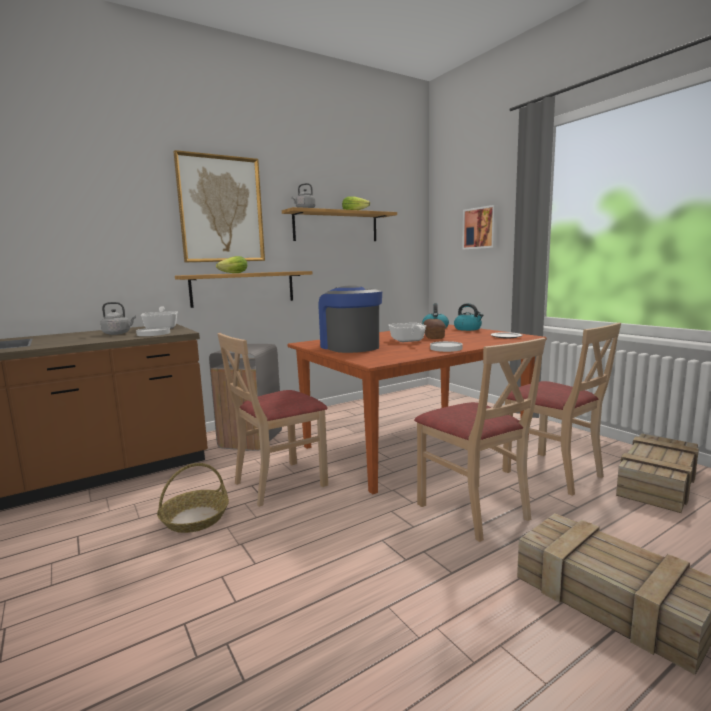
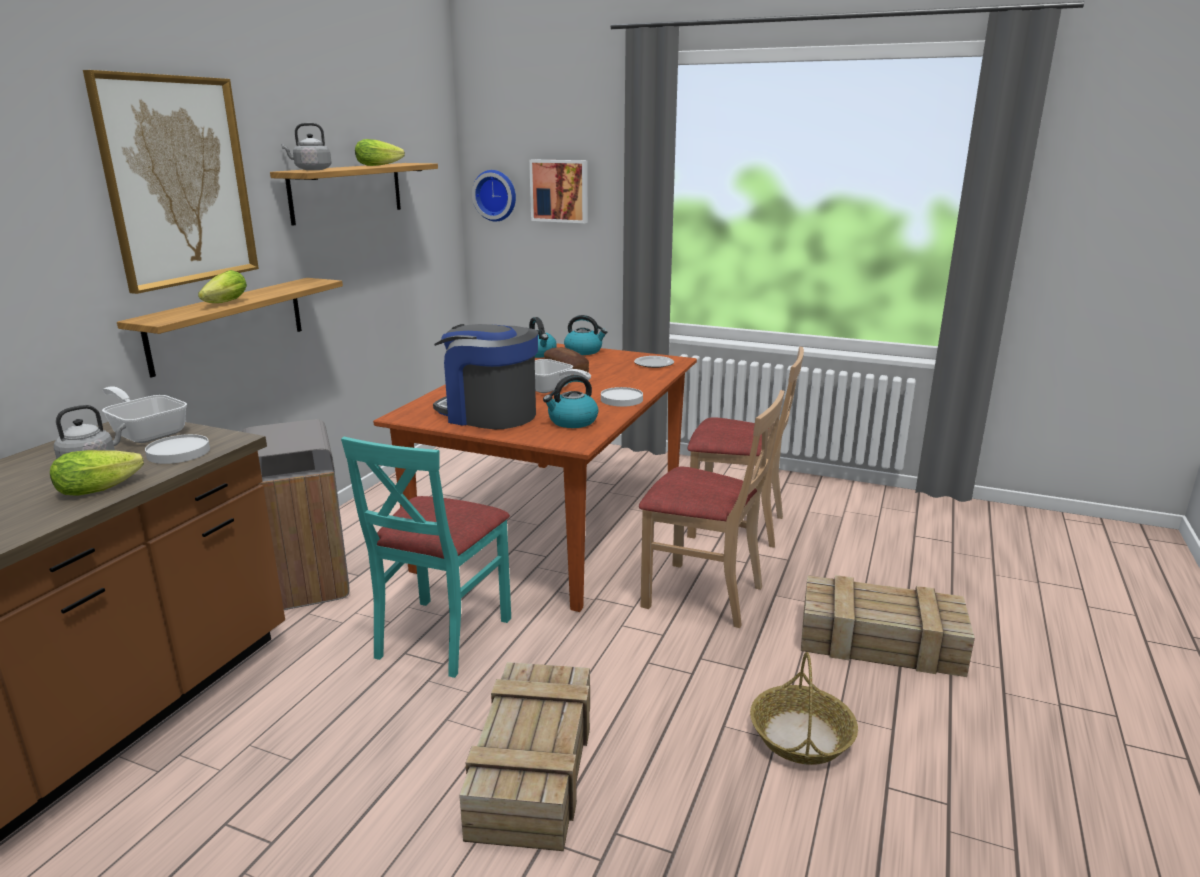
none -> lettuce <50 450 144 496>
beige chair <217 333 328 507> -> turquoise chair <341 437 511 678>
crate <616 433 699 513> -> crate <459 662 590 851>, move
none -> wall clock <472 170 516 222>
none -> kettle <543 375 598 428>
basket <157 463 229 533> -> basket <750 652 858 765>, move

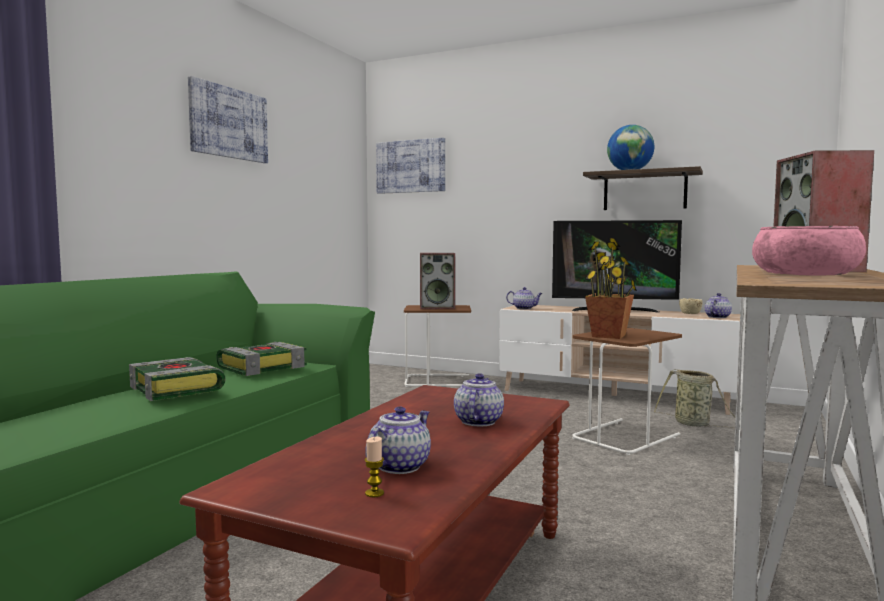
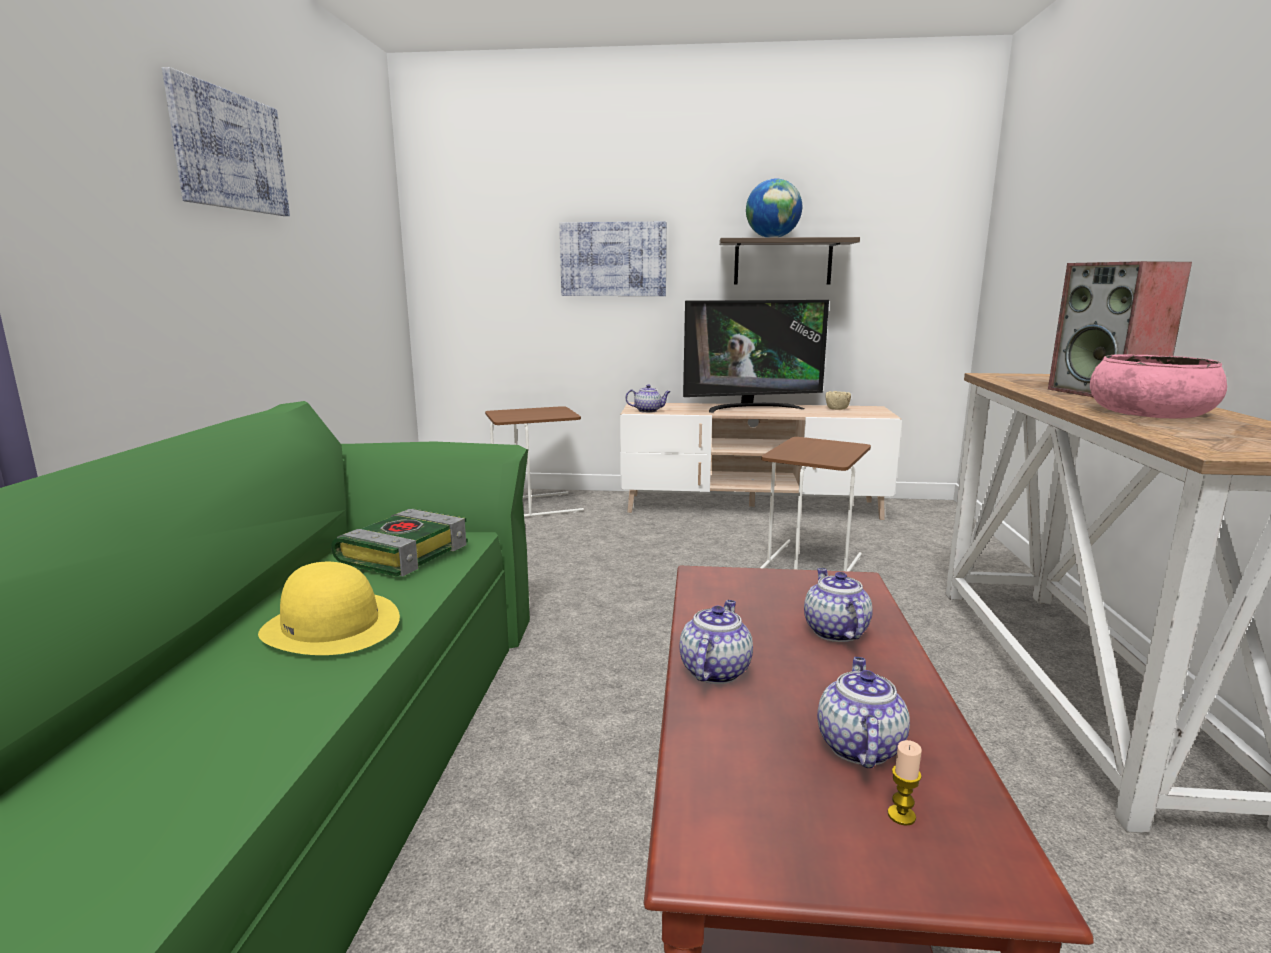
book <129 357 226 401> -> yellow hat <258 562 400 655>
picture <376 138 445 194> -> picture <560 222 667 296>, move
teapot <705 293 732 318> -> teapot <679 600 753 684>, move
speaker <420 253 455 309> -> none
potted plant <585 238 637 339> -> none
basket <654 369 736 428> -> none

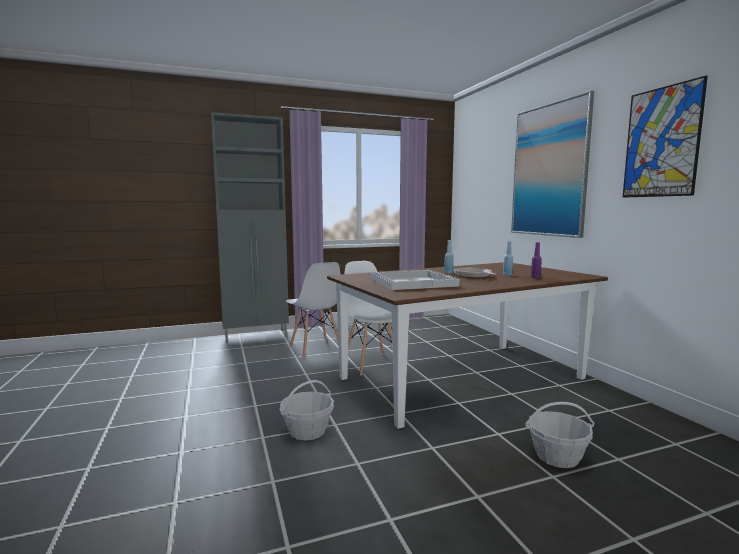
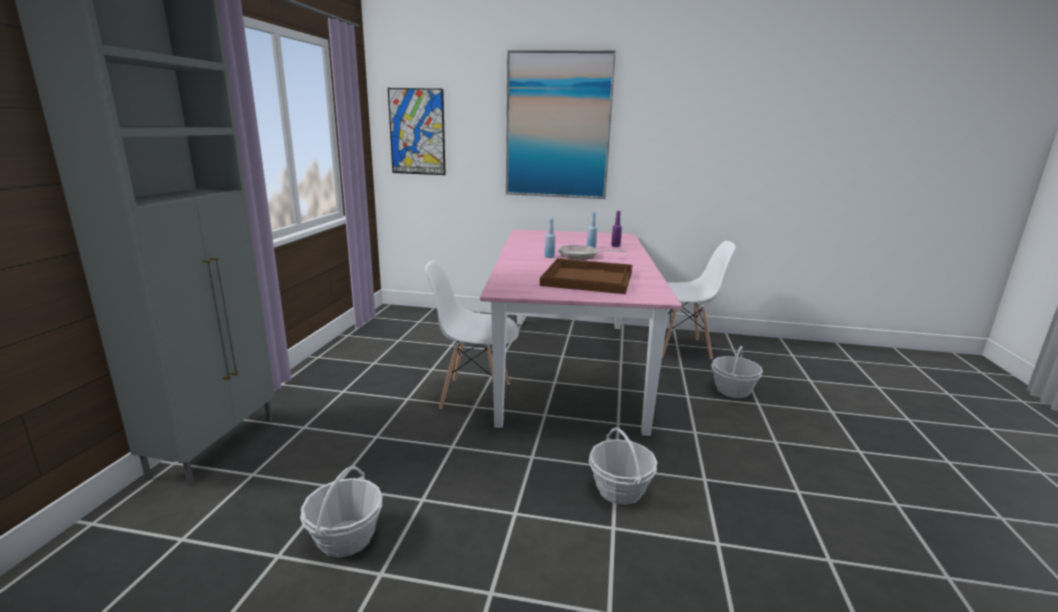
none -> basket <300 466 382 558>
picture <623 76 708 198> -> picture <388 88 446 175>, move
brown dining table <327 262 608 429> -> pink dining table <480 230 682 436>
white tray <370 270 460 290> -> brown tray <540 258 632 294>
white chair <286 262 341 359> -> white chair <662 241 735 359>, move

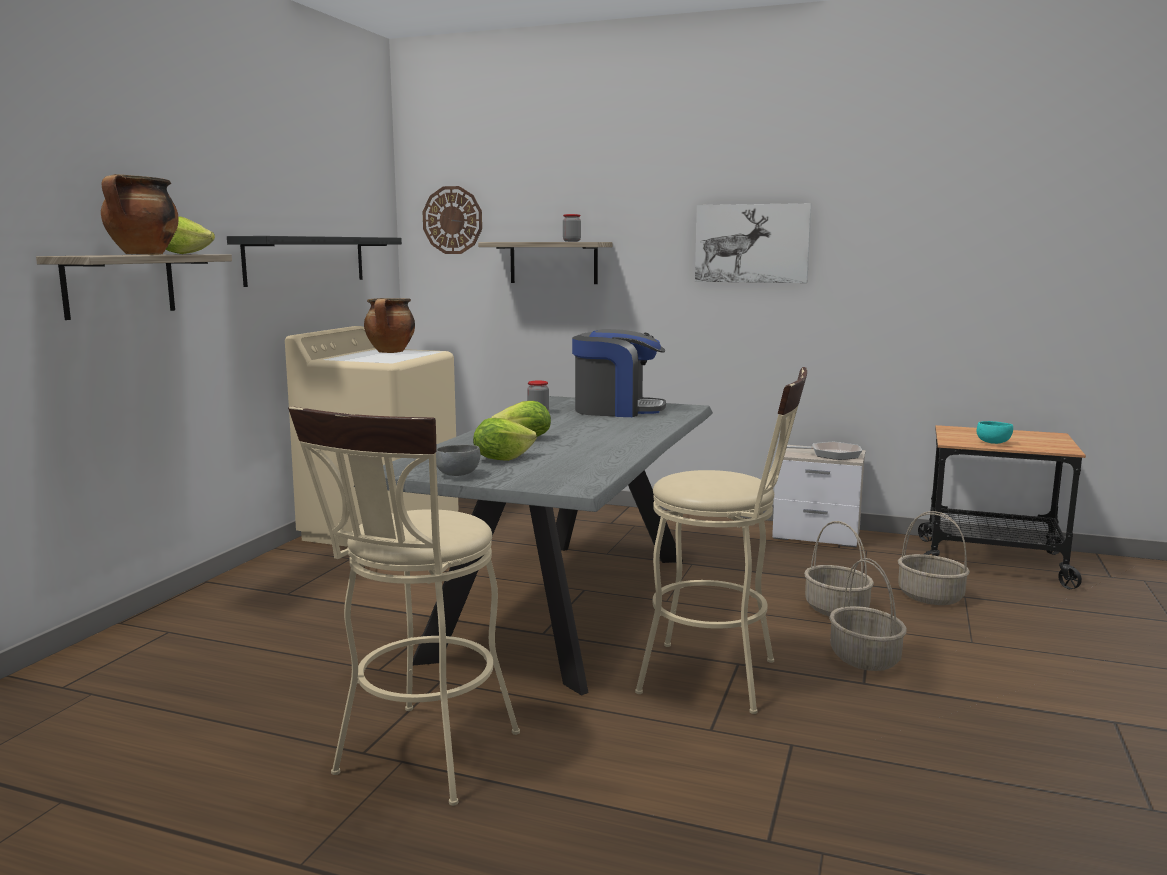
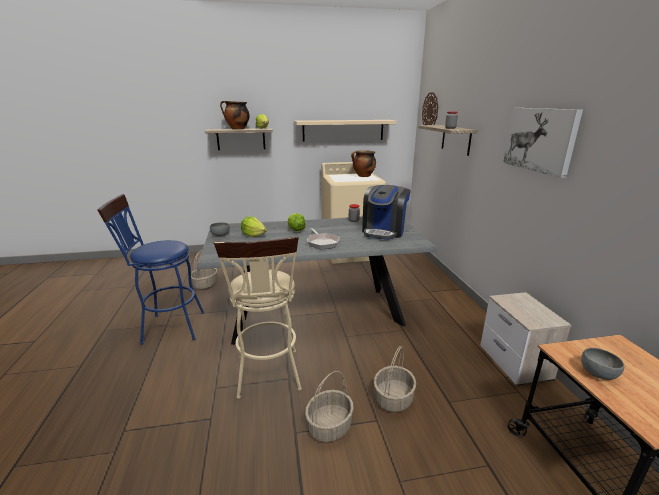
beige stool <288 406 520 806> -> blue stool <98 194 204 345>
basket <898 511 970 605> -> basket <191 250 218 290>, move
black shelf <227 236 402 287> -> beige shelf <295 120 397 141>
frying pan <787 442 862 460> -> frying pan <307 228 340 249>, move
coffee machine <572 329 666 417> -> coffee machine <362 185 410 240>, 45 degrees clockwise
turquoise bowl <977 421 1013 444> -> grey bowl <581 348 624 380>

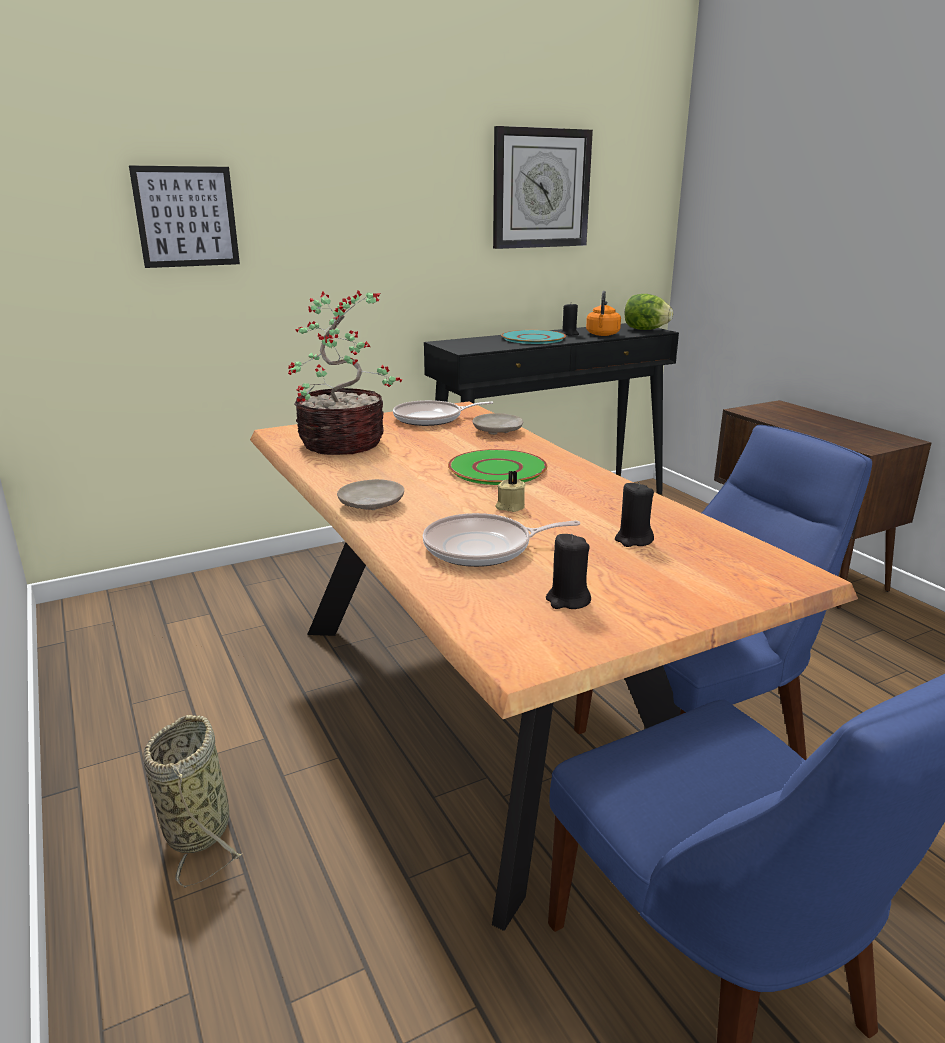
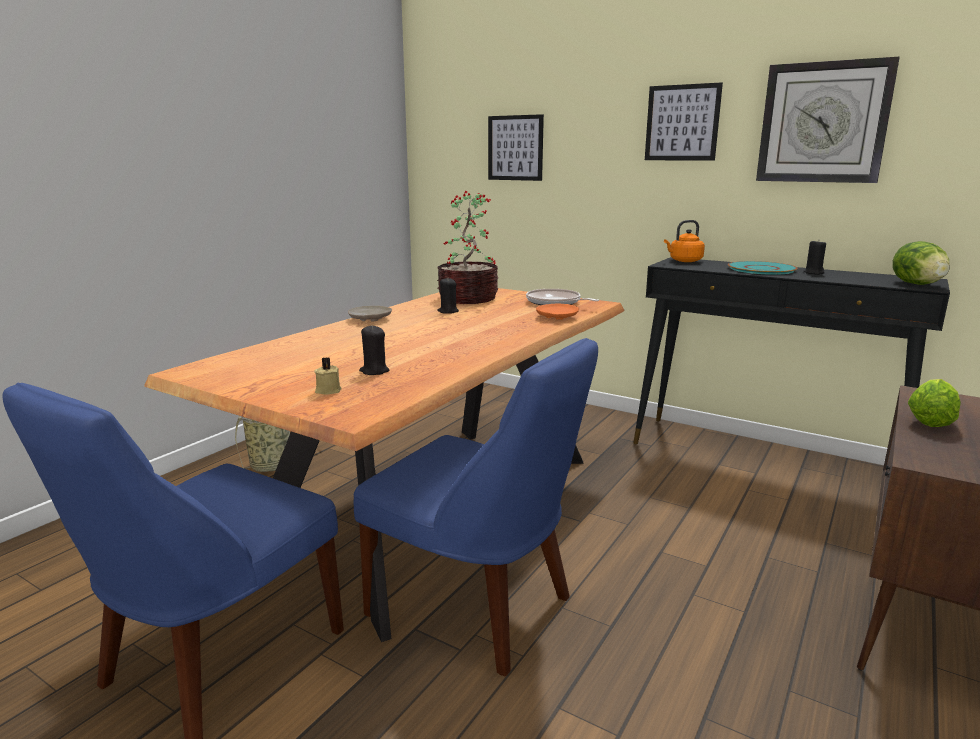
beige candle <496 471 526 512> -> beige candle <314 357 342 395>, move
black candle <546 534 591 609> -> black candle <437 278 459 314>, move
beige plate <472 413 523 435> -> orange plate <536 304 579 320>
none -> picture <645 82 723 161>
orange kettle <586 291 621 336> -> orange kettle <664 220 705 262>, move
none -> lettuce <908 379 961 427>
frying pan <423 513 580 567> -> none
green plate <448 449 547 485> -> none

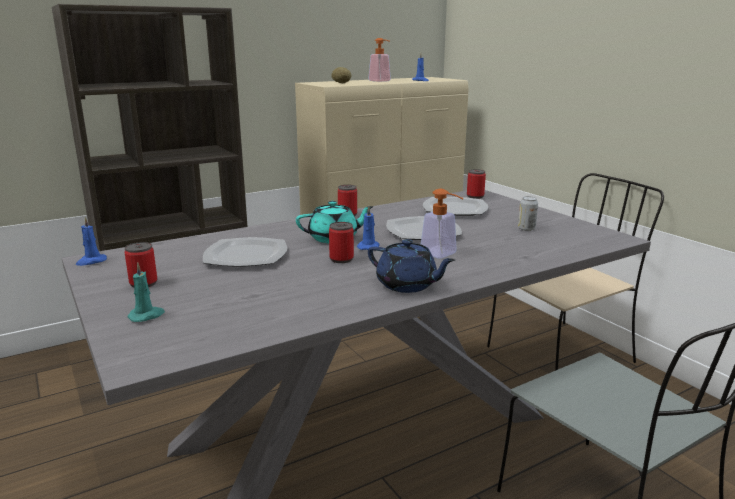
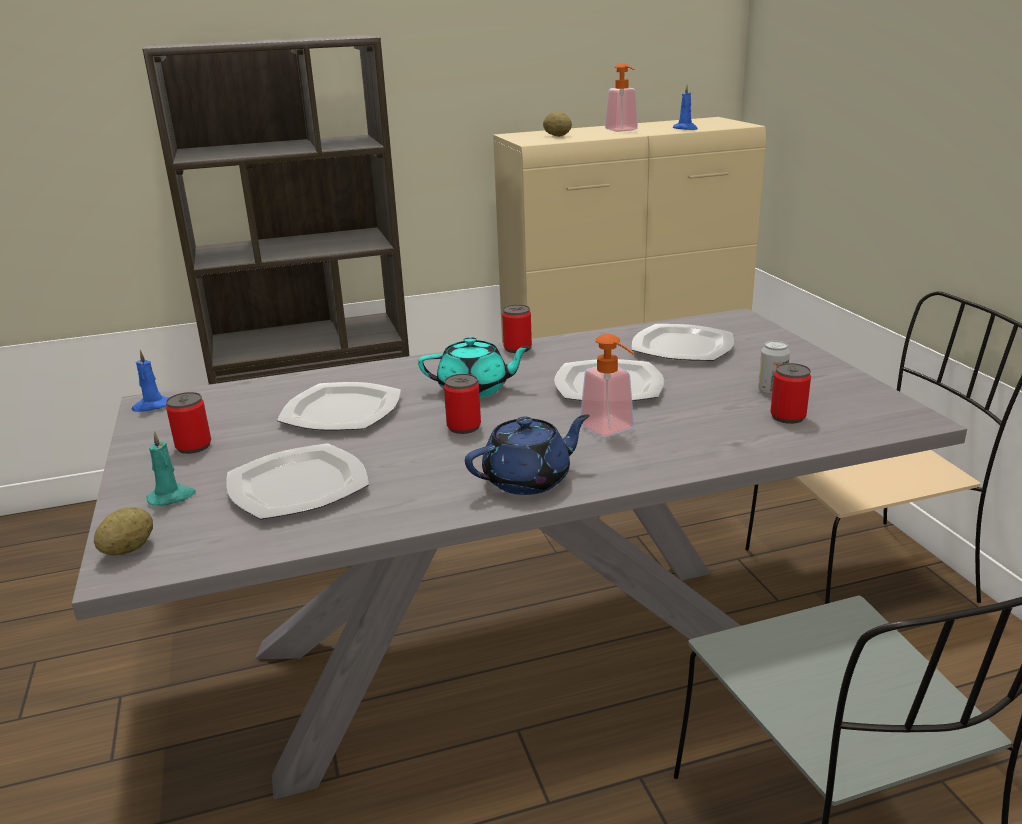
none -> potato <94 507 153 555>
none -> plate <226 443 369 519>
blue teapot <368 239 455 293> -> blue teapot <465 414 590 495>, 75 degrees counterclockwise
can <467 169 486 199> -> can <770 363 811 424>, move
blue candle <357 206 380 250> -> none

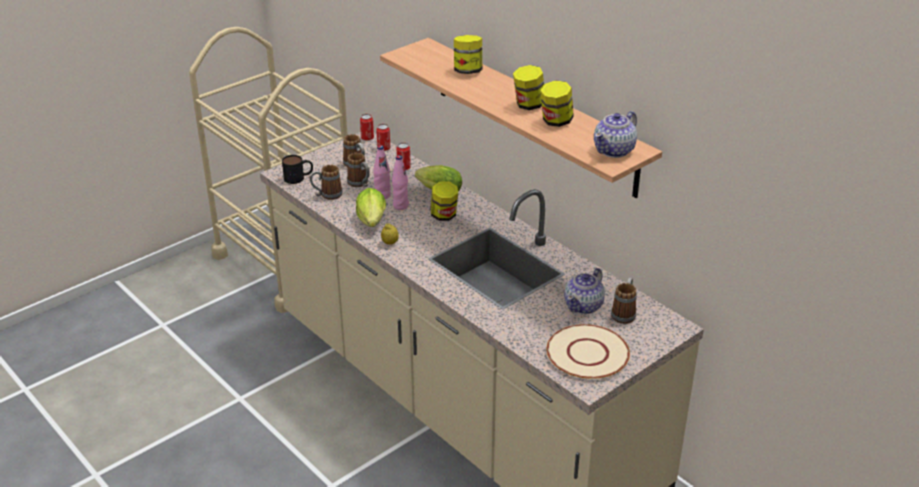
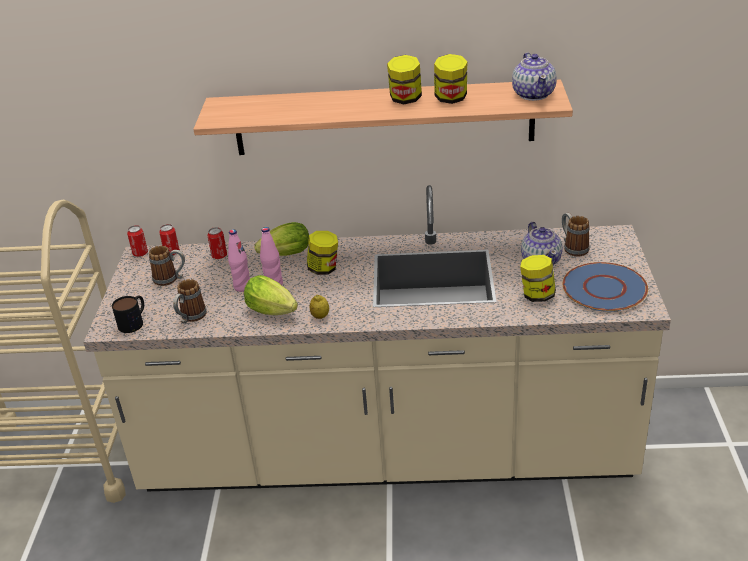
jar <454 35 482 74> -> jar <520 255 556 302>, move
beige plate <547 324 630 379> -> blue plate <563 262 648 312>
mug <347 153 370 187> -> none

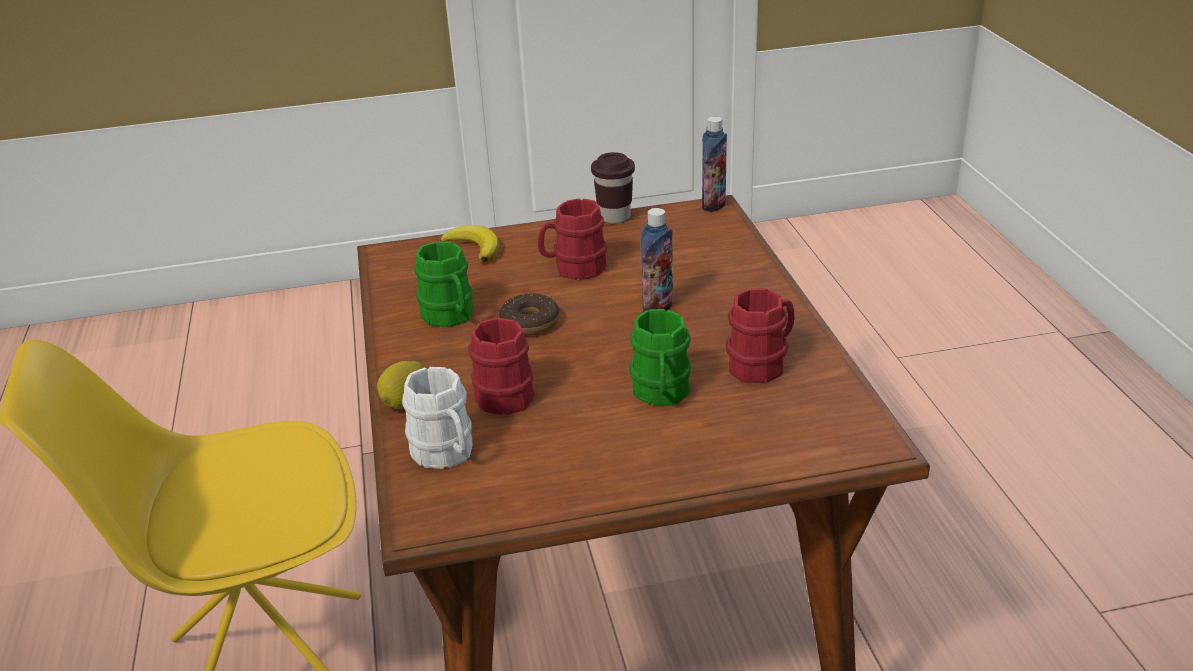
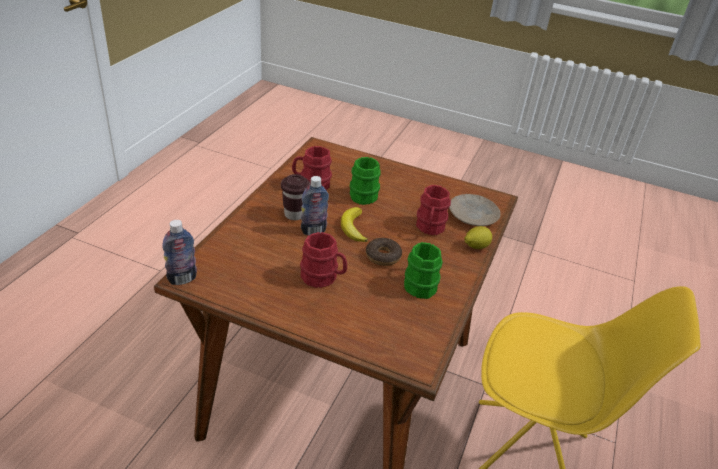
brown cup <591 152 635 224> -> brown cup <281 174 310 220>, move
banana <440 225 499 262> -> banana <341 207 368 242>, move
white mug <402 367 473 469> -> beige plate <449 194 501 226>

